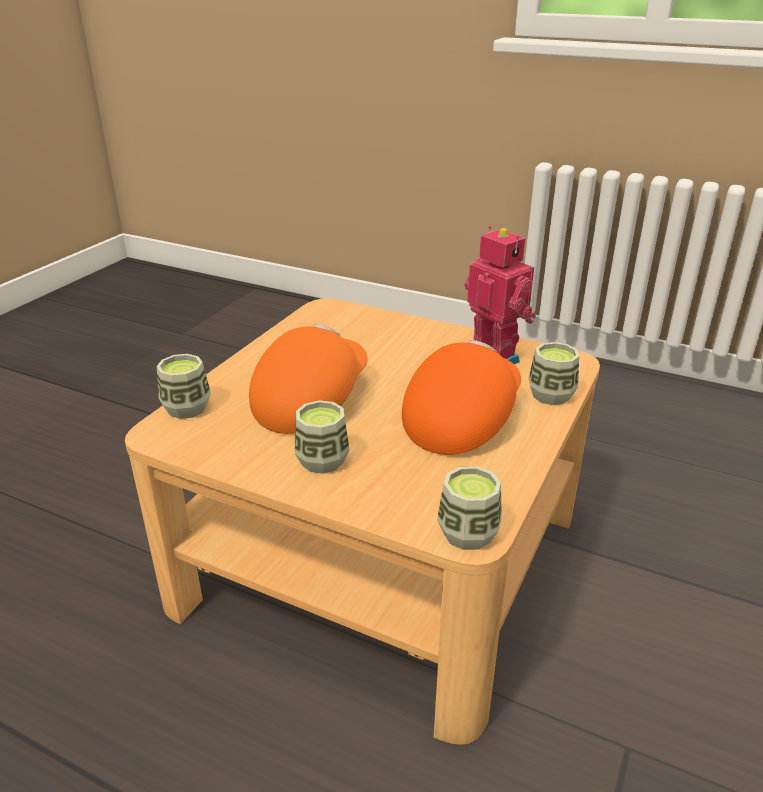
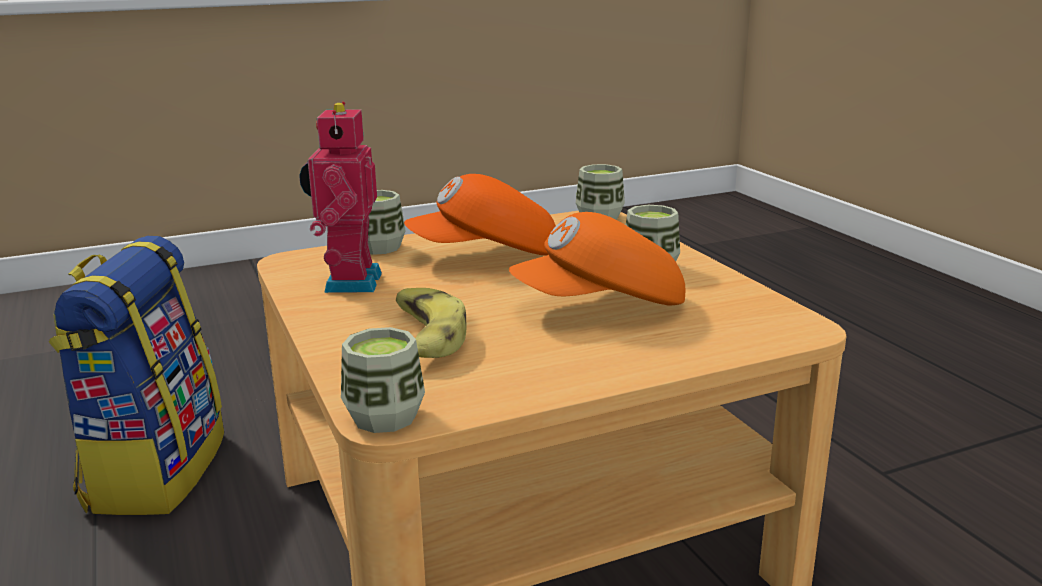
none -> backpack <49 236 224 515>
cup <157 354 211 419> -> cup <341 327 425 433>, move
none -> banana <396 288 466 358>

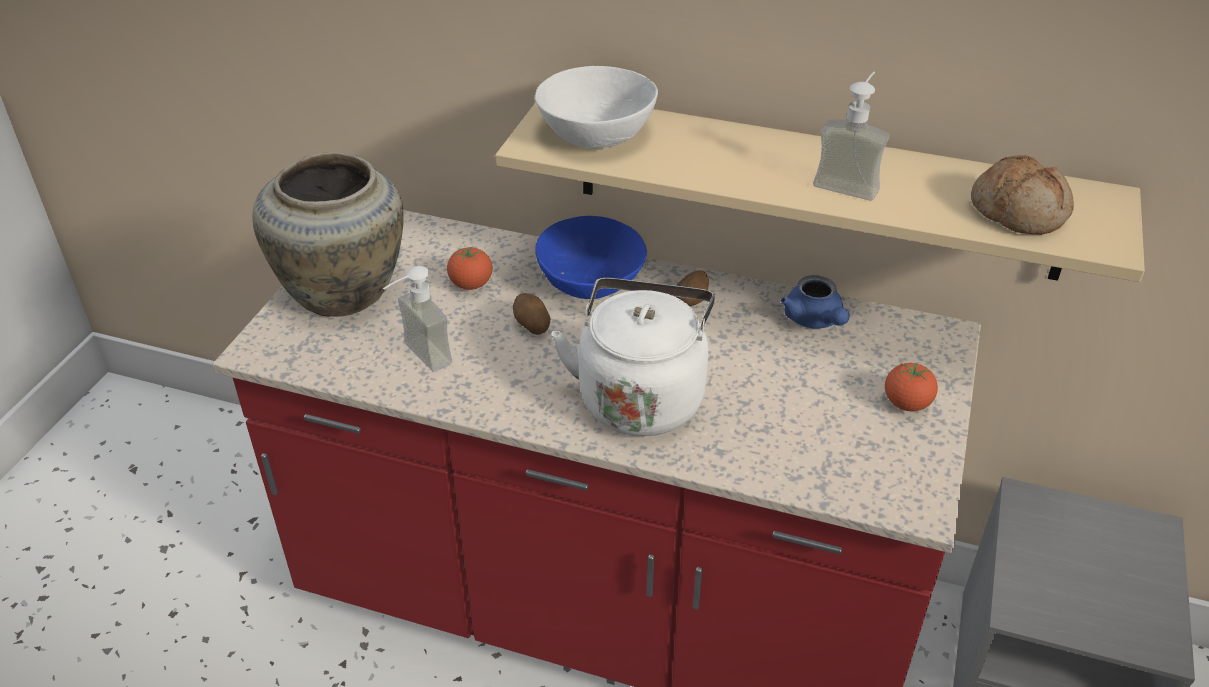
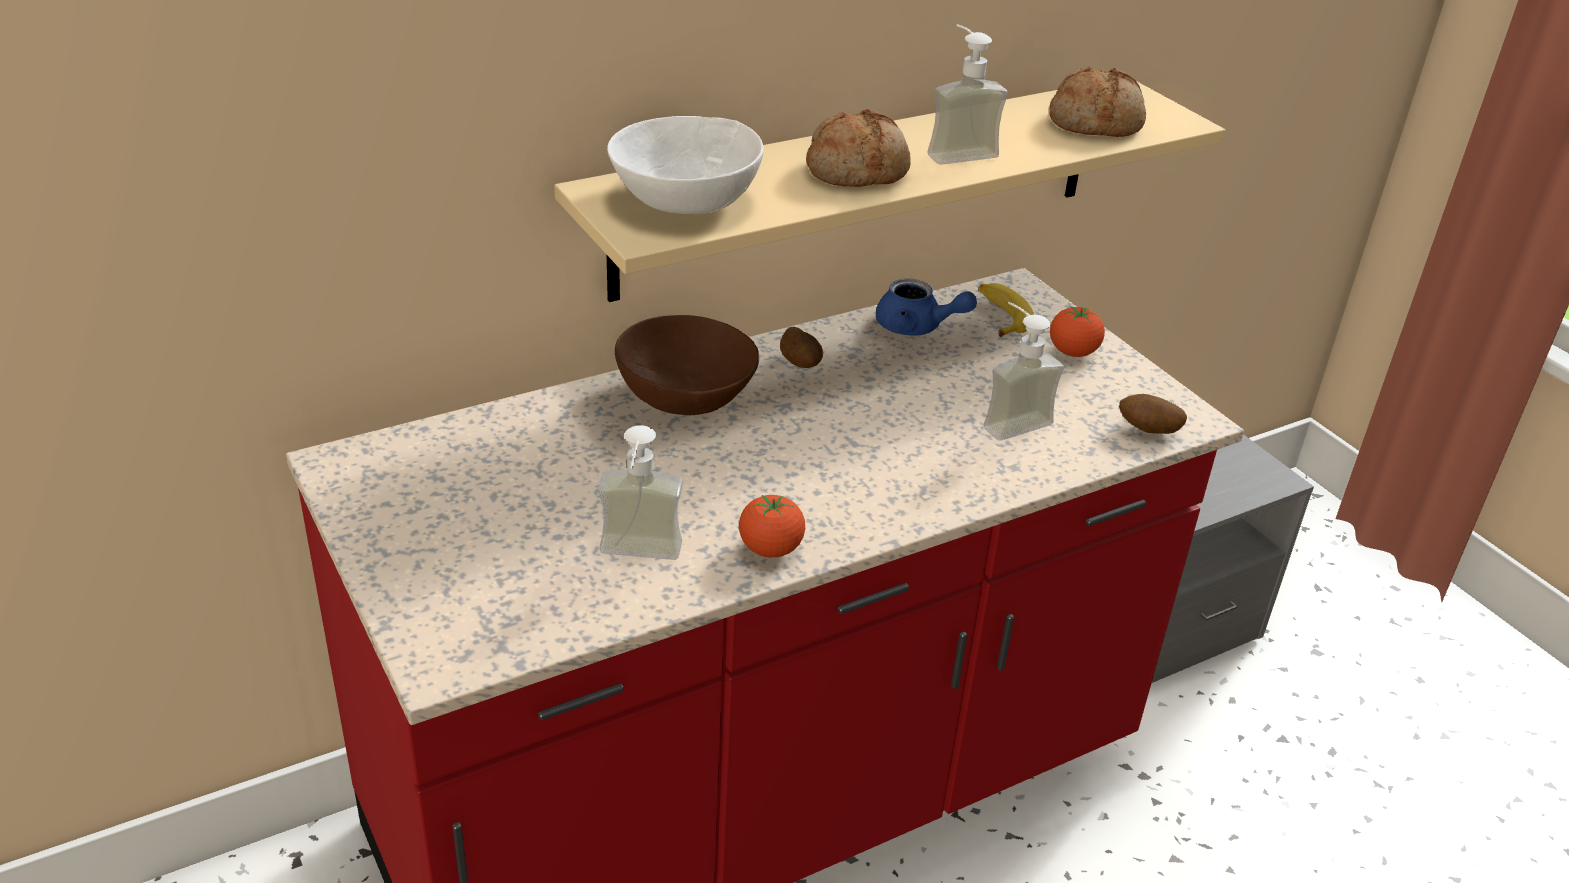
blue bowl <535 216 647 299> -> brown bowl <615 315 759 415>
tomato <447 246 493 290> -> tomato <739 495 805 558>, move
none -> bread <806 109 911 187>
none -> banana <979 283 1034 337>
none -> soap dispenser <984 302 1064 441>
potato <513 293 550 335> -> potato <1119 394 1187 434>, move
beige vase <253 152 404 317> -> none
white kettle <551 278 715 436> -> none

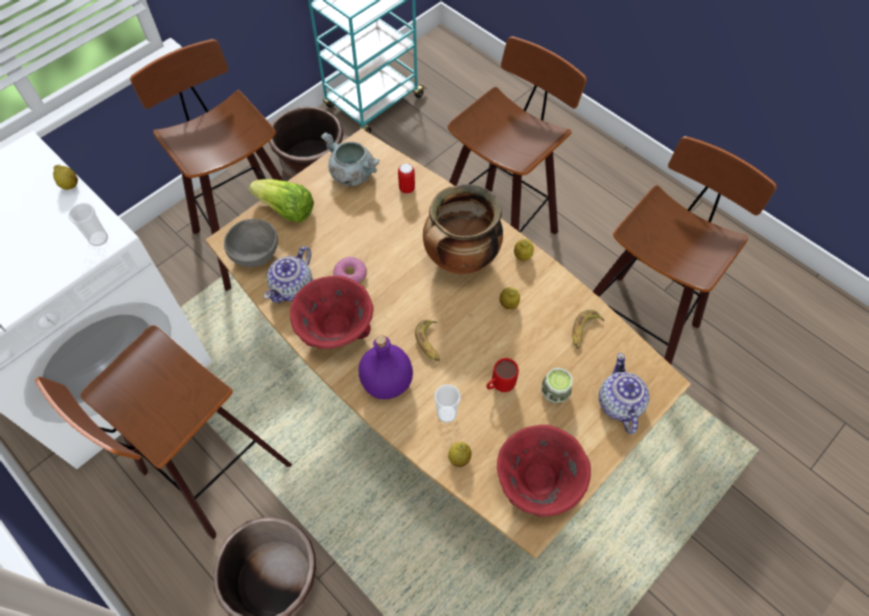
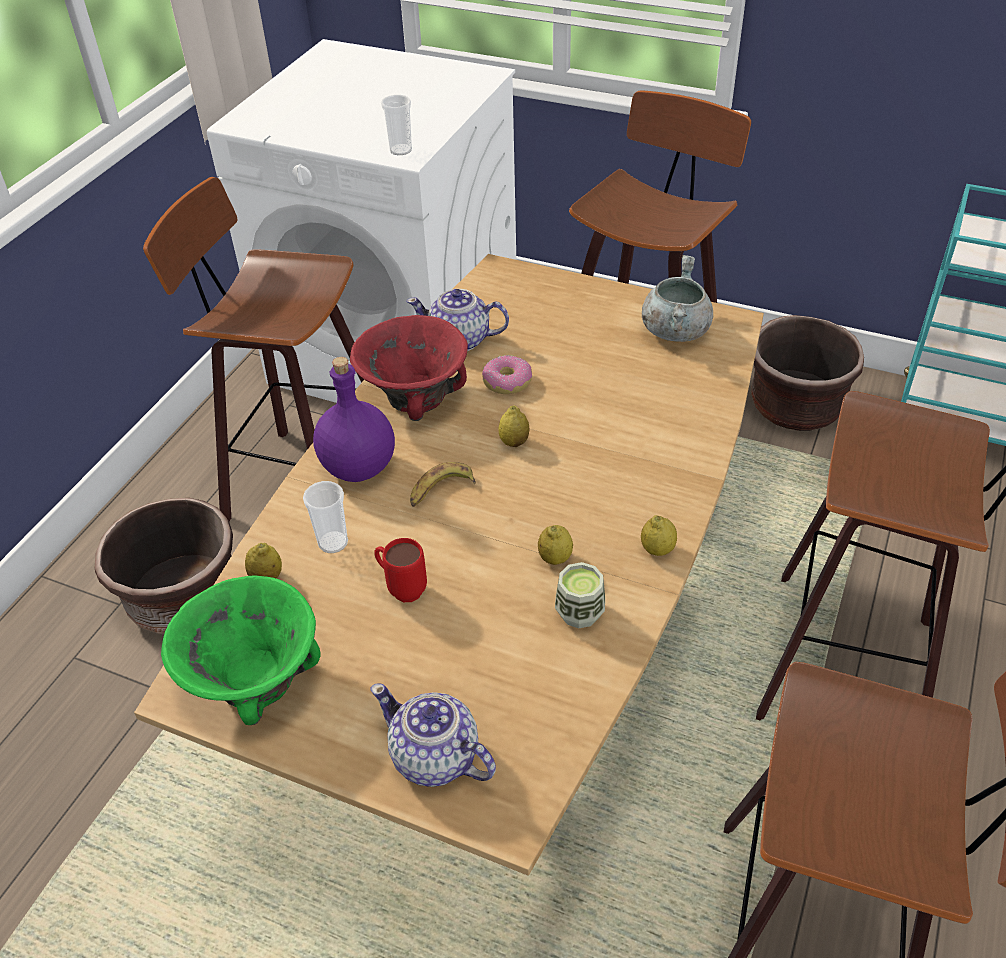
red bowl <497 425 591 517> -> green bowl <161 576 321 725>
teapot <599 353 649 434> -> teapot <370 684 496 787>, 120 degrees counterclockwise
lemon <53 165 78 190> -> lemon <498 406 529 447>, move
cup <541 367 573 403> -> cup <555 562 605 628>, move
grey bowl <224 218 278 267> -> none
lettuce <249 179 314 223> -> none
can <398 163 415 194> -> none
cooking pot <423 184 503 274> -> none
banana <572 310 604 349> -> none

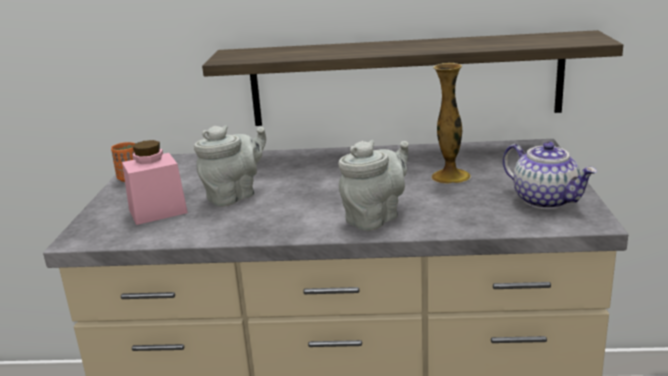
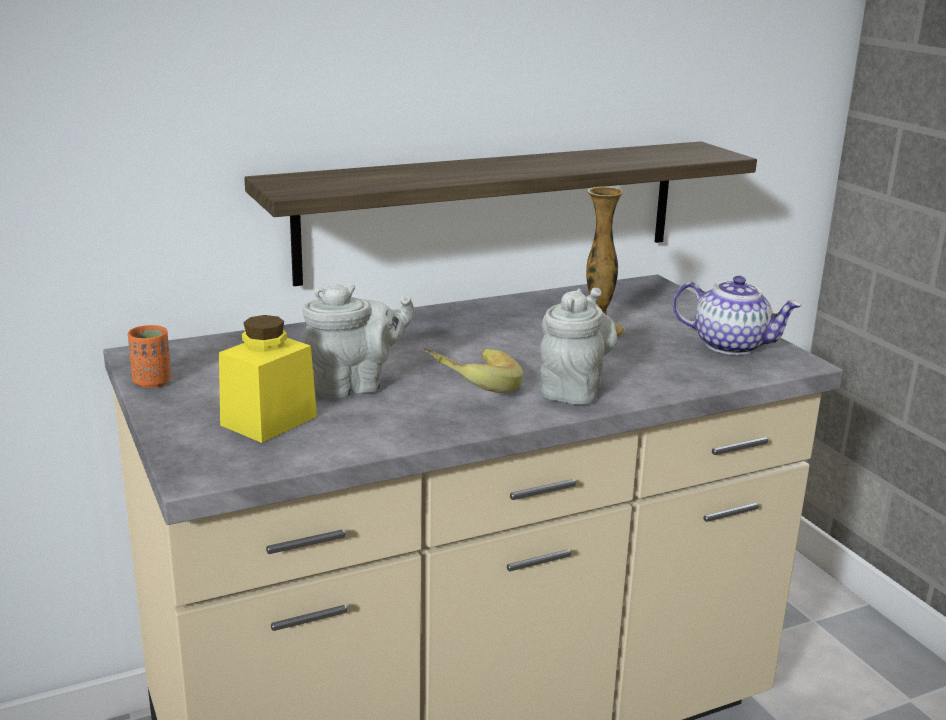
pink jar <122 140 188 225> -> yellow jar <219 315 317 443>
grey teapot <194 125 266 207> -> grey teapot <302 284 414 398>, 45 degrees clockwise
none -> banana <423 348 523 393>

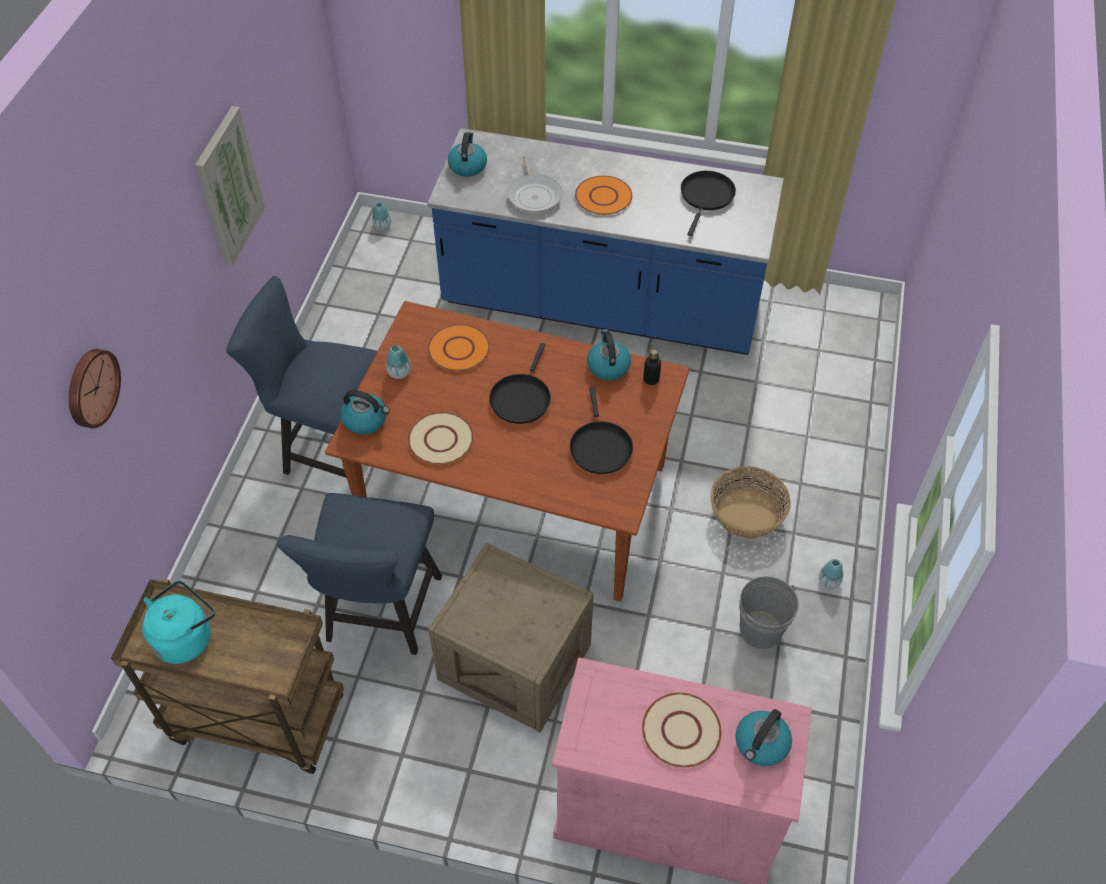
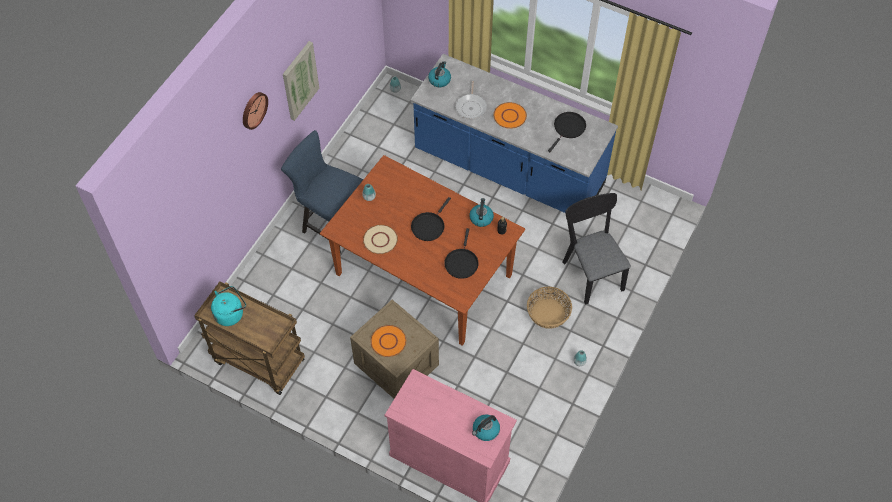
wall clock <69 349 121 429> -> wall clock <243 92 268 130>, move
orange plate <428 324 490 371> -> orange plate <370 325 406 357>, move
none -> black chair <562 193 631 305>
blue chair <277 493 442 655> -> none
kettle <341 390 390 434> -> none
beige plate <642 693 722 768> -> none
grey bucket <739 576 799 649> -> none

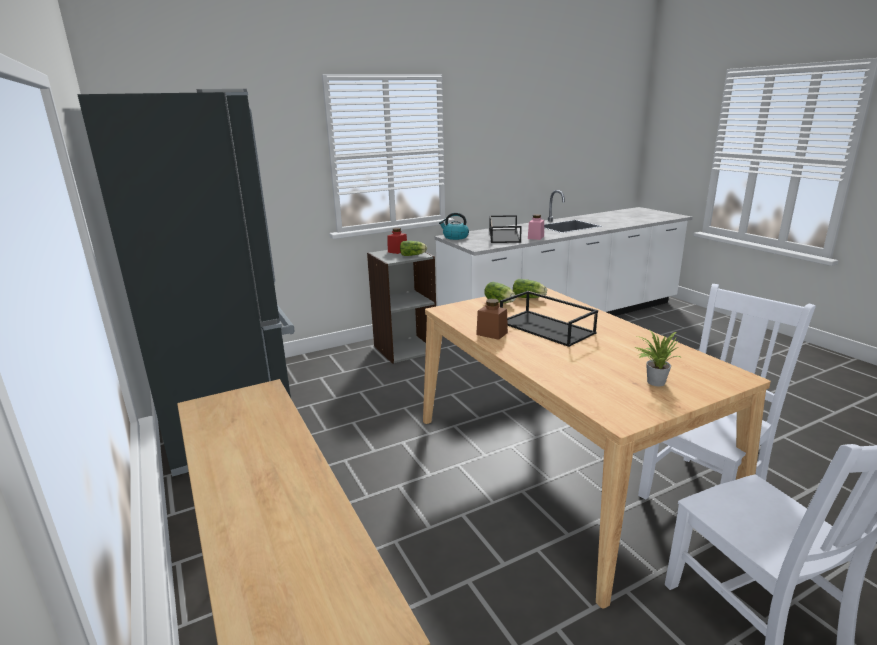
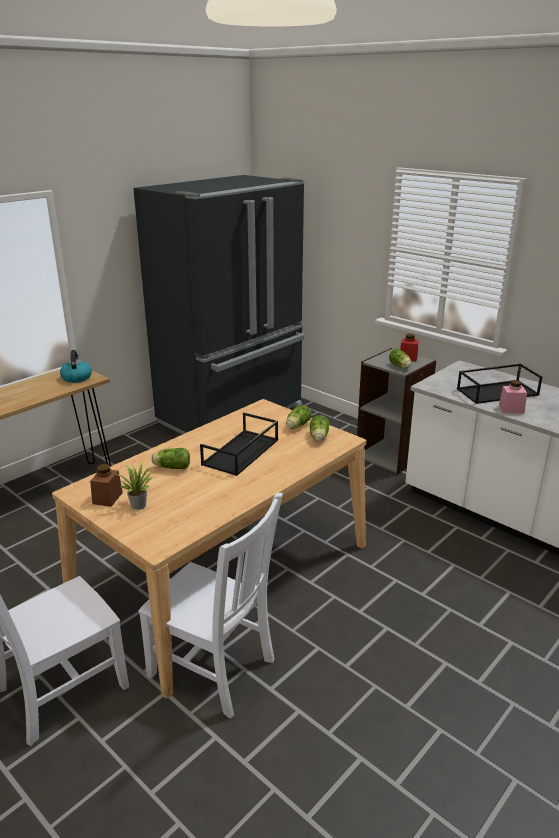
kettle <439 212 469 240> -> kettle <60 350 92 383>, move
brown jar <476 299 508 340> -> brown jar <90 464 123 507>, move
none -> lettuce <151 448 190 469>

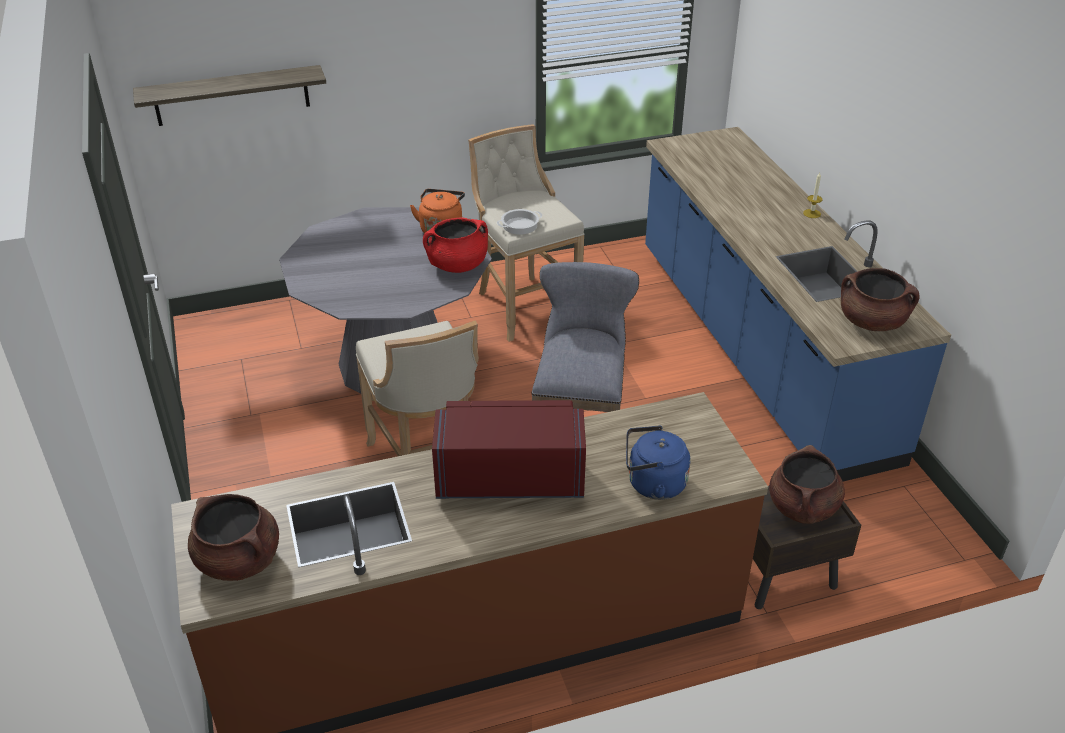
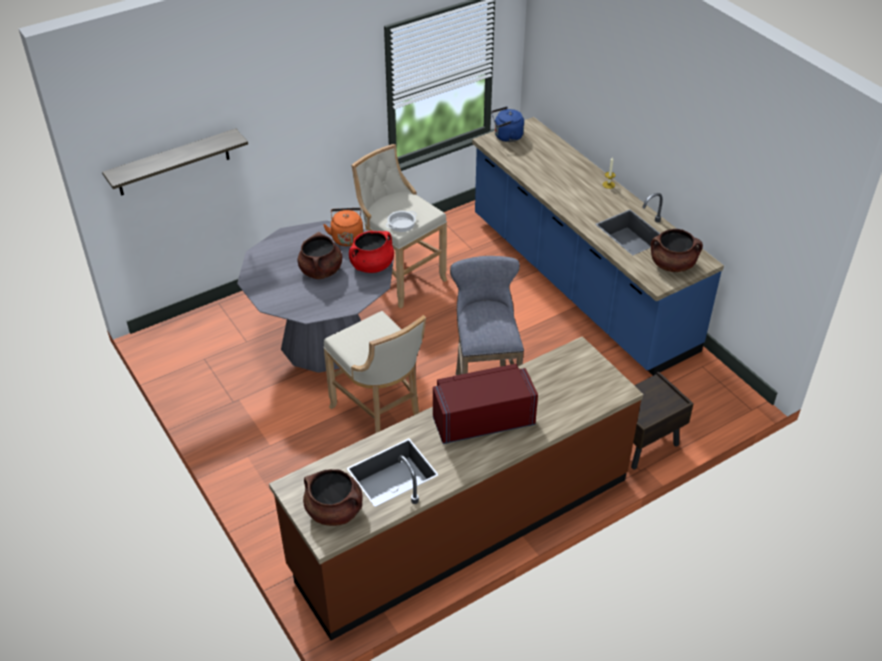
brown cooking pot <769 445 845 524> -> brown cooking pot <298 232 342 279>, move
blue kettle <626 426 690 500> -> blue kettle <491 107 524 142>, move

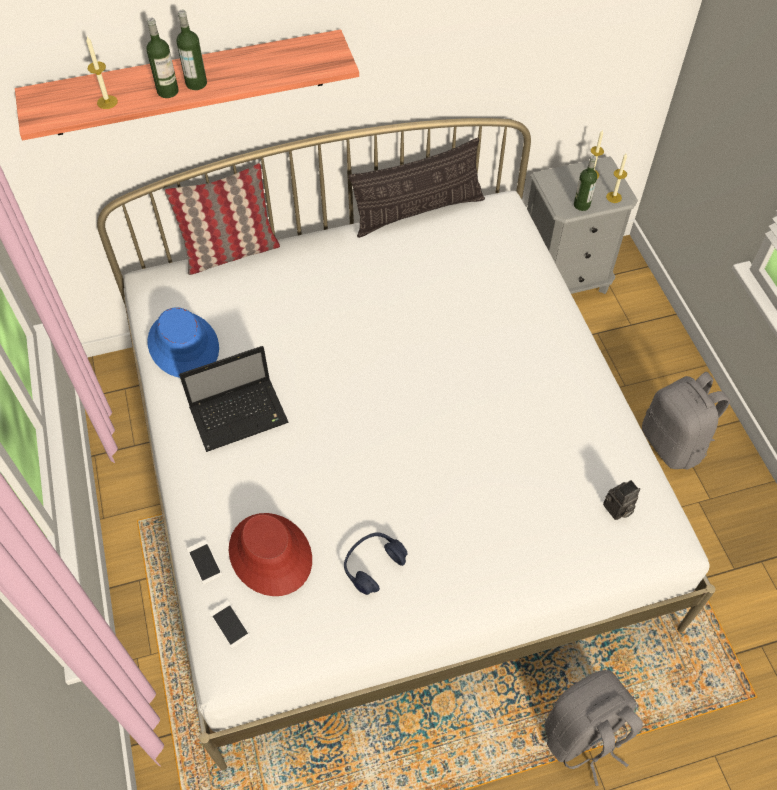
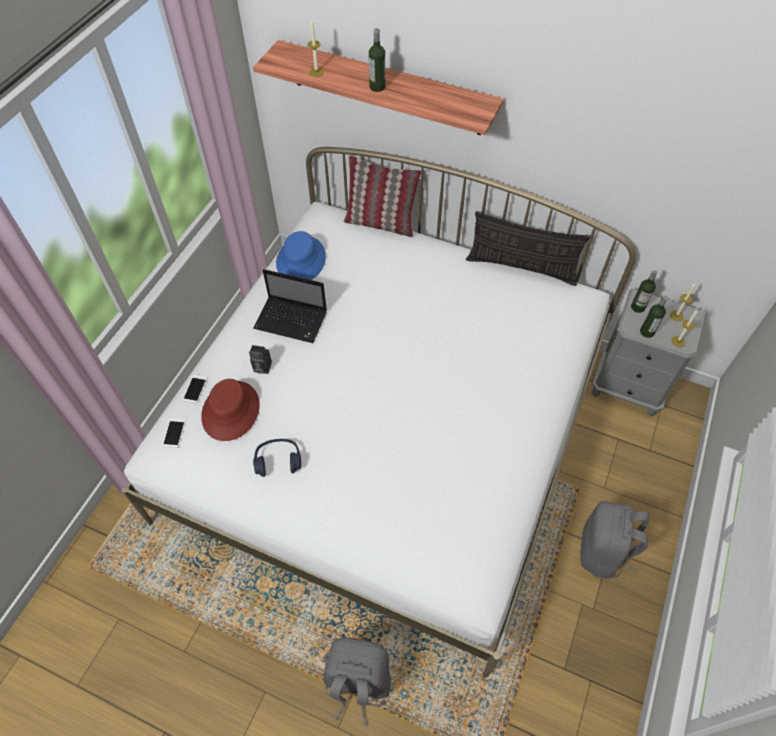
photo camera <603 480 640 520> -> photo camera <249 345 272 374>, move
bottle <146 18 179 98> -> bottle <631 270 657 313>, move

